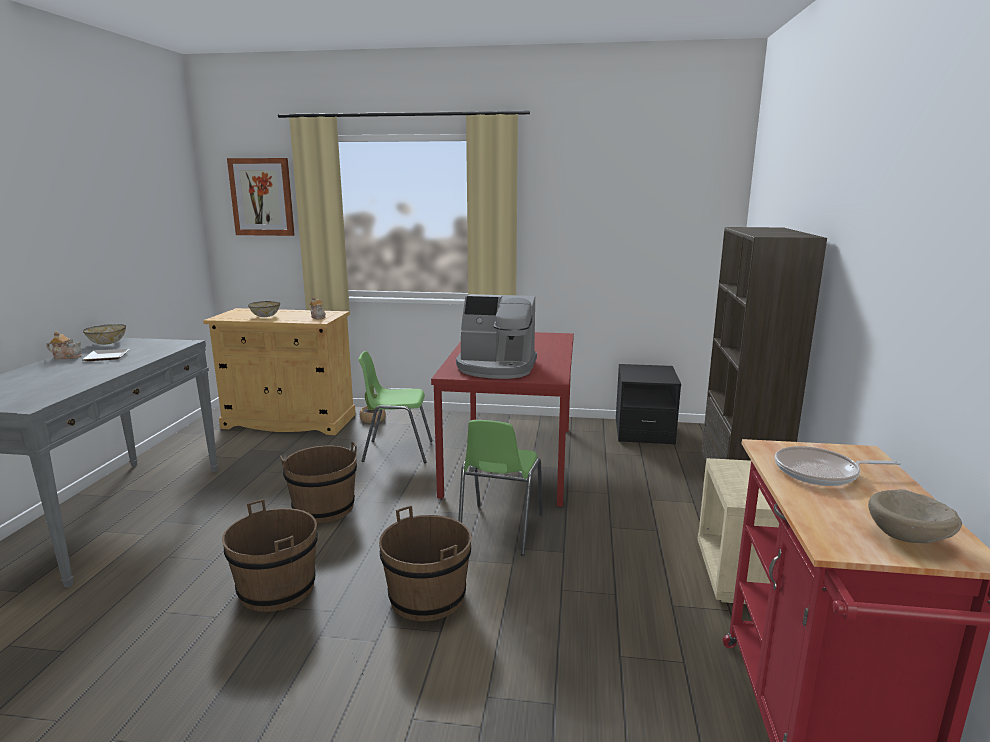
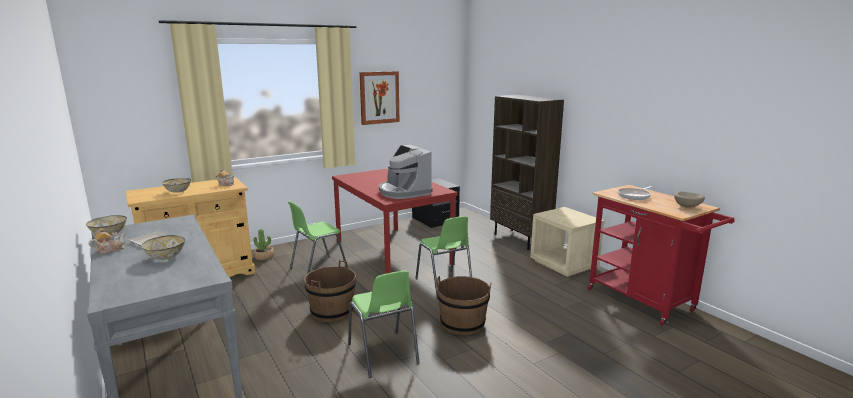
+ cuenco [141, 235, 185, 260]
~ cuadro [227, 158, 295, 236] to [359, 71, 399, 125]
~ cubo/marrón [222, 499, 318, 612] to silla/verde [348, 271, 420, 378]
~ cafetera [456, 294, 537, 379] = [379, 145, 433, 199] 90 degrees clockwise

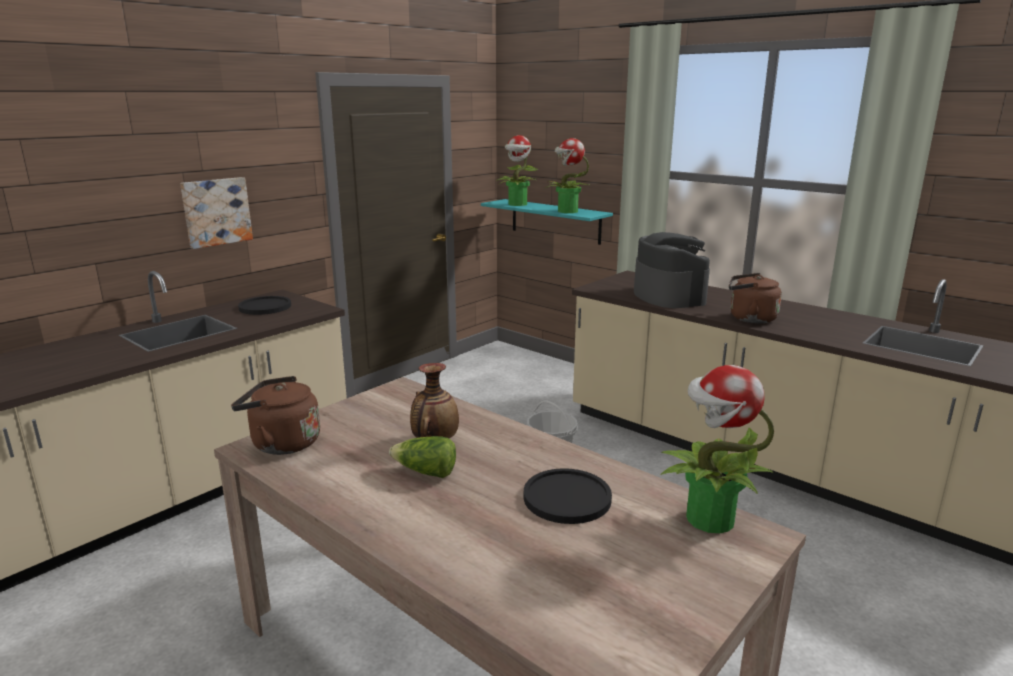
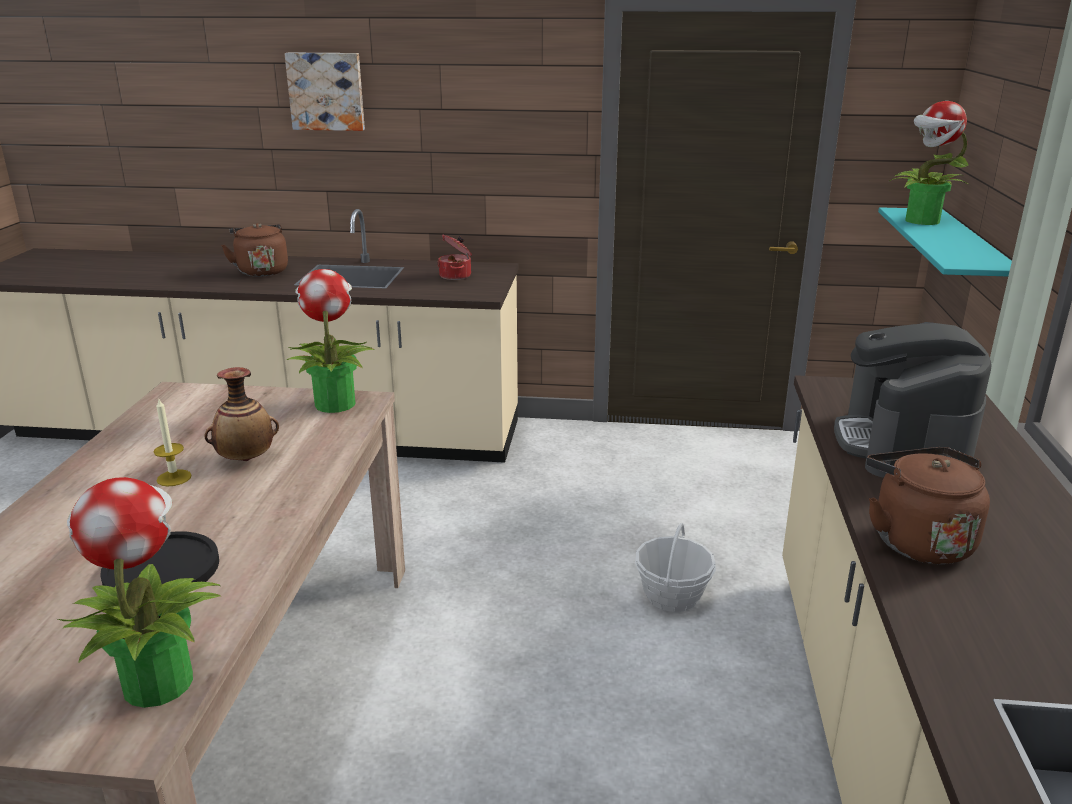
~ cuadro [180, 177, 253, 249] to [285, 52, 365, 131]
~ hervidor/marrón [231, 376, 320, 455] to [221, 223, 288, 277]
~ planta en maceta [546, 138, 589, 213] to [287, 269, 375, 413]
~ plato/negro [238, 296, 291, 315] to olla [437, 235, 472, 280]
~ lechuga [389, 436, 456, 478] to vela [154, 397, 192, 487]
~ cafetera [634, 232, 710, 308] = [834, 322, 991, 478] 150 degrees clockwise

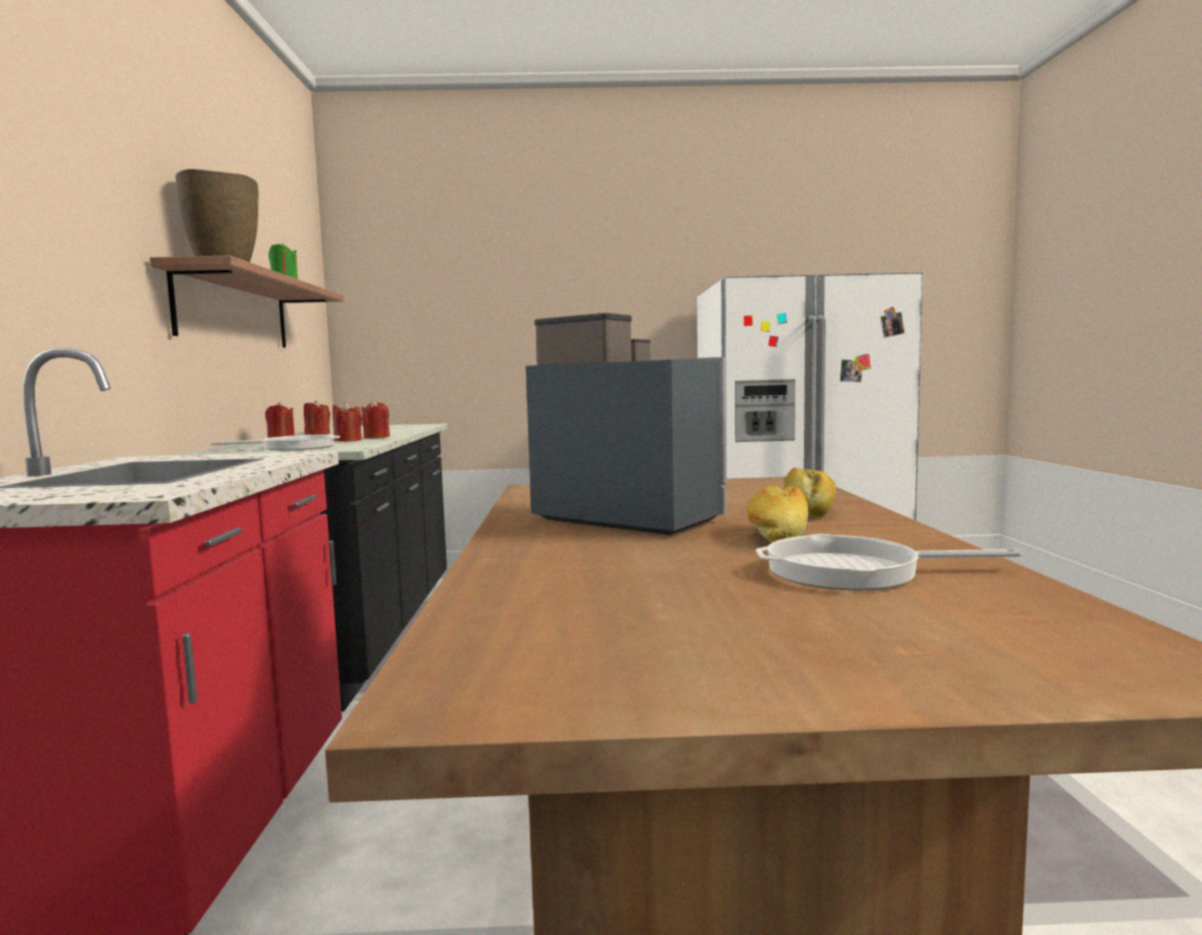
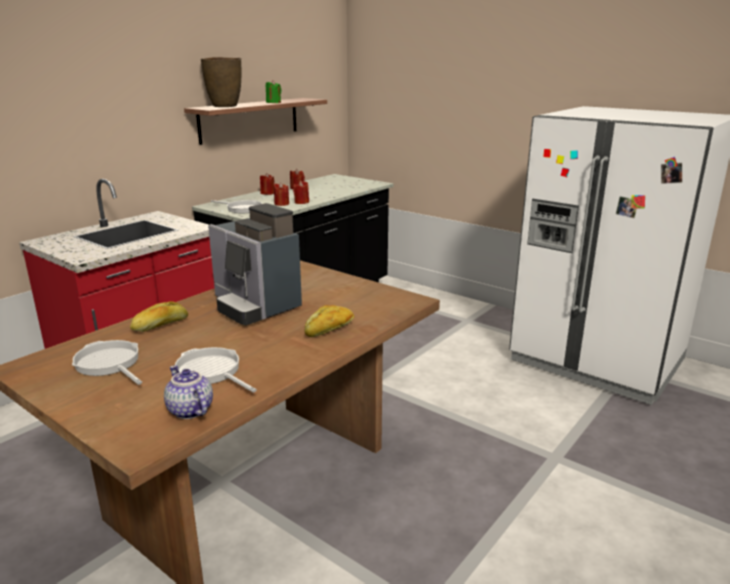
+ sartén [72, 340, 142, 385]
+ tetera [164, 365, 213, 419]
~ pan [747, 486, 808, 543] to [130, 301, 188, 332]
~ cafetera [526, 313, 727, 535] = [208, 203, 302, 325] 150 degrees clockwise

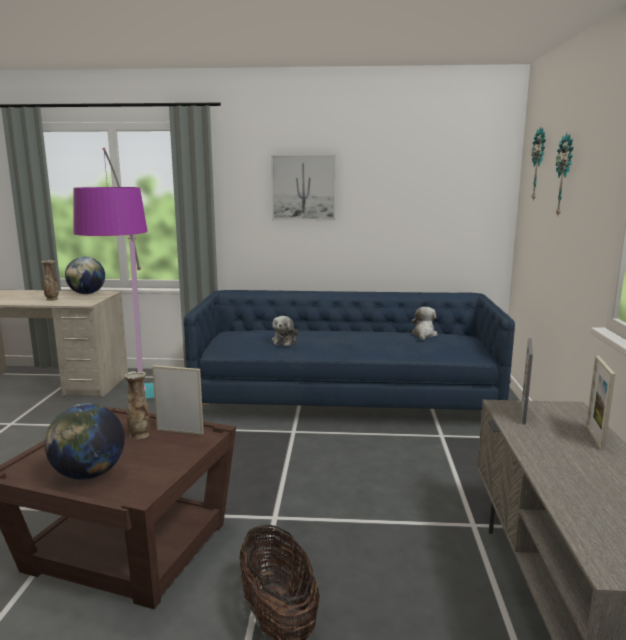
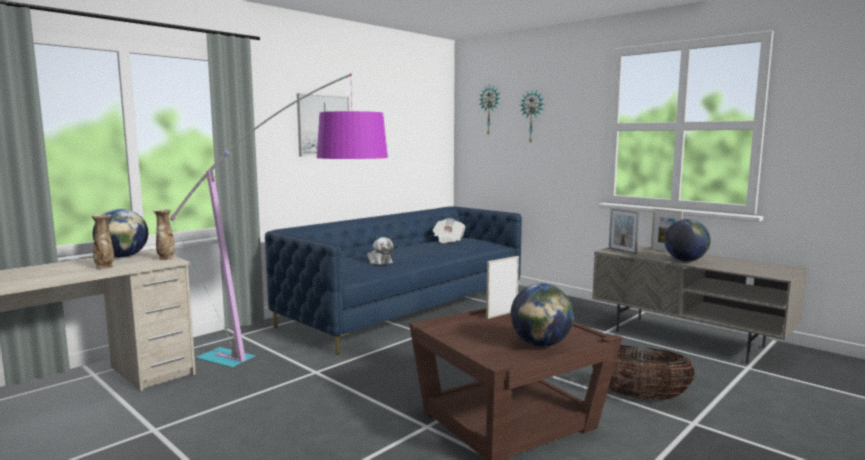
+ globo terráqueo [664, 219, 711, 262]
~ florero [124, 371, 150, 439] to [153, 209, 175, 260]
~ peluche [411, 307, 437, 340] to periódico [432, 218, 466, 243]

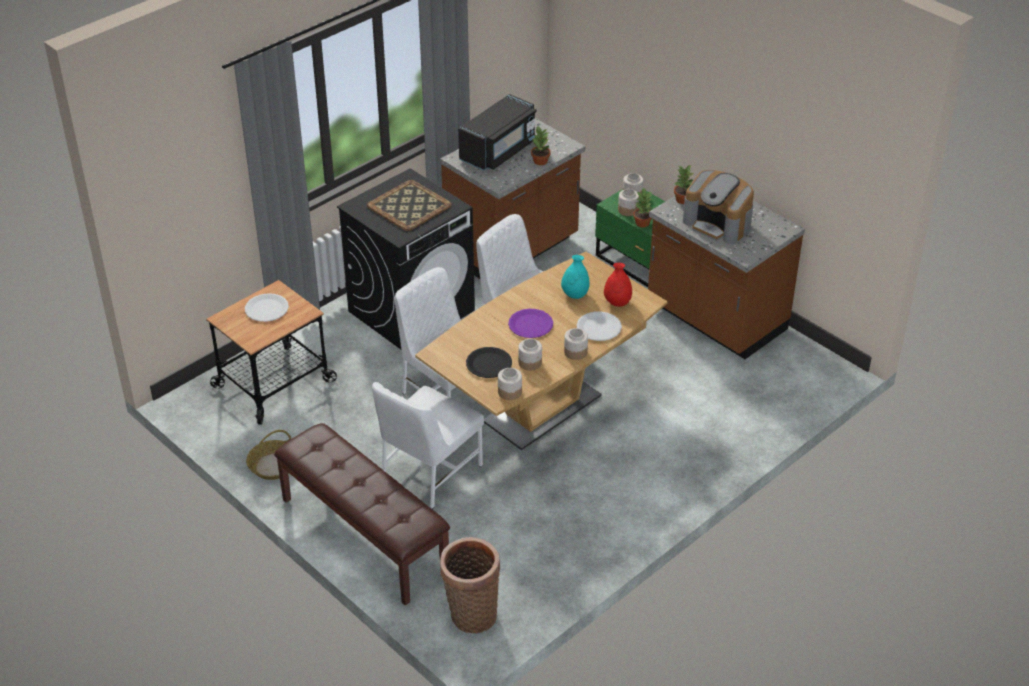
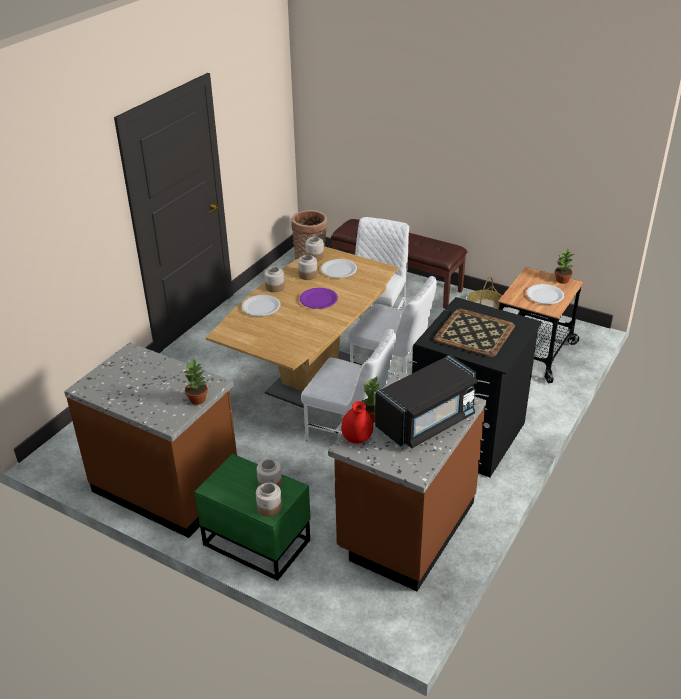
- florero/turquesa [561, 255, 590, 299]
- cafetera [683, 170, 754, 244]
~ florero/rojo [604, 263, 632, 307] to [341, 401, 373, 444]
~ planta en maceta [633, 188, 653, 228] to [555, 248, 575, 284]
~ plato/negro [466, 347, 512, 378] to plato/blanco [321, 259, 357, 278]
~ microondas/negro [458, 94, 537, 171] = [375, 355, 478, 448] 150 degrees counterclockwise

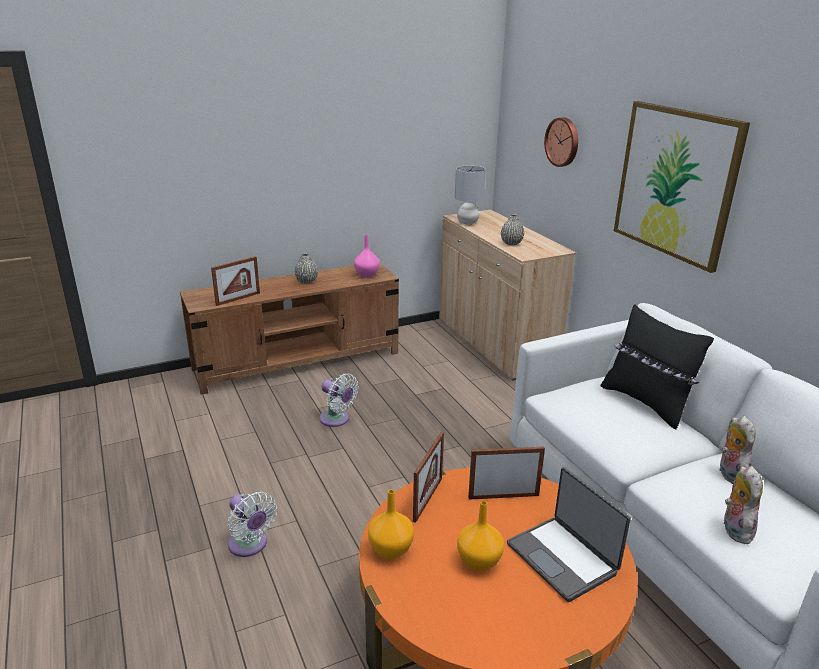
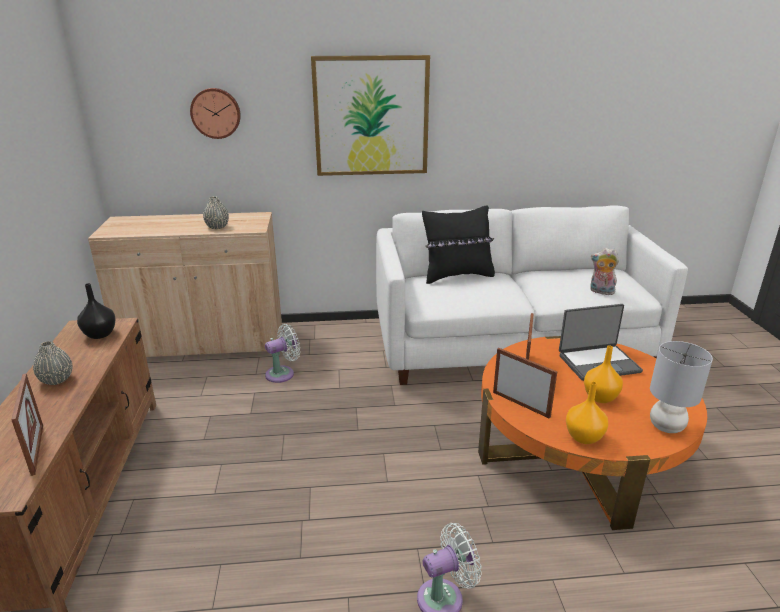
- peluche [719, 416, 756, 484]
~ ventilador/blanco [320, 374, 359, 427] to [265, 324, 300, 383]
~ lámpara de mesa/gris [455, 166, 486, 224] to [650, 341, 713, 433]
~ florero/rosa [354, 235, 380, 278] to florero/negro [77, 283, 116, 339]

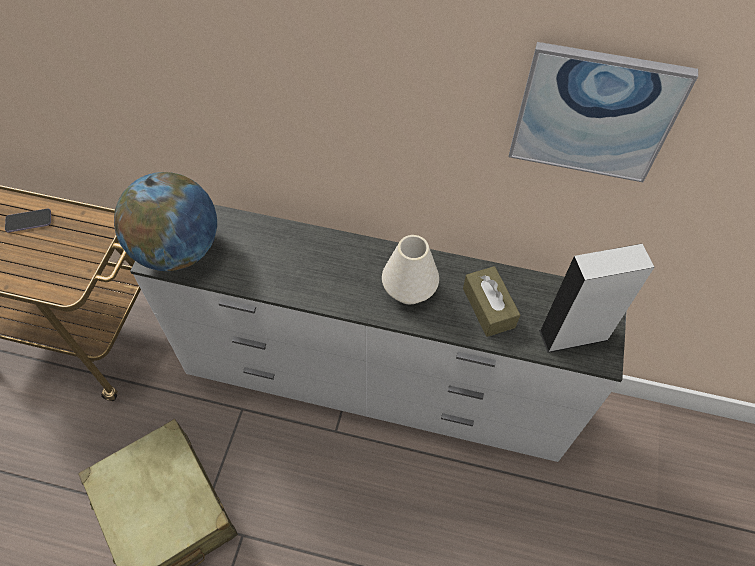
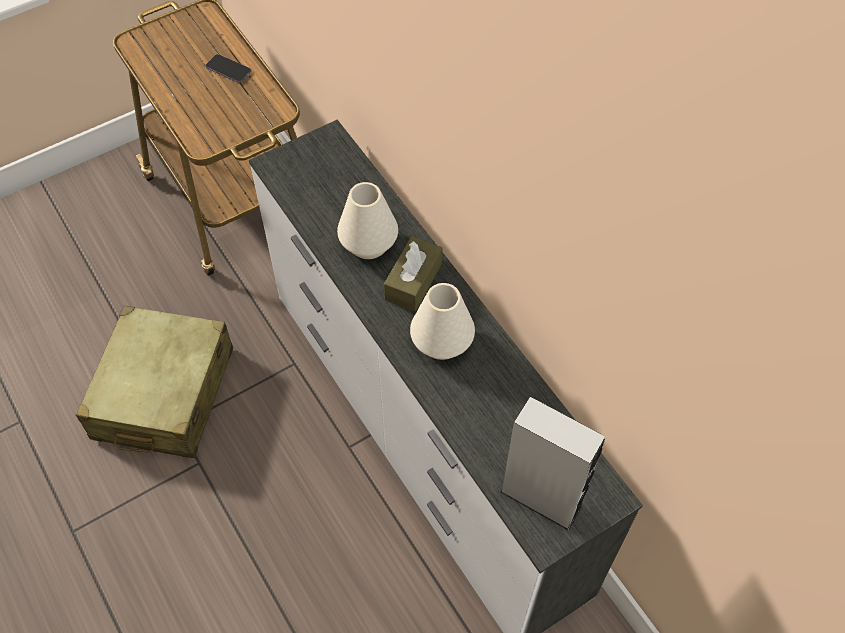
- globo terráqueo [114, 172, 217, 271]
- cuadro [508, 42, 698, 182]
+ florero/blanco [337, 182, 398, 259]
~ caja de pañuelos/marrón [463, 266, 520, 337] to [384, 236, 442, 311]

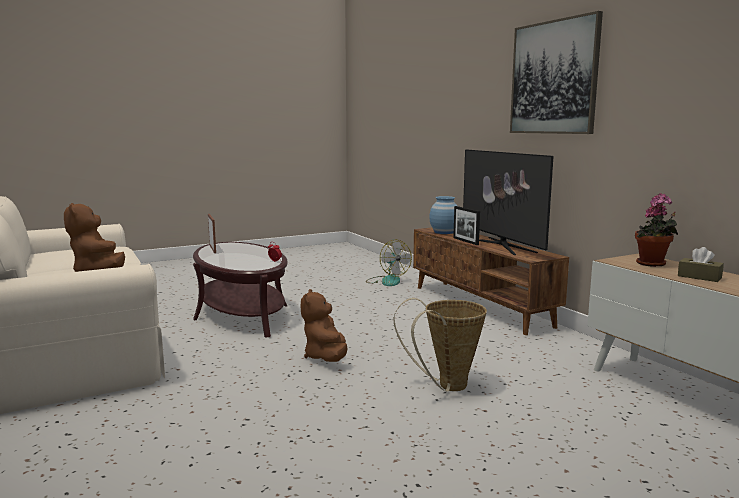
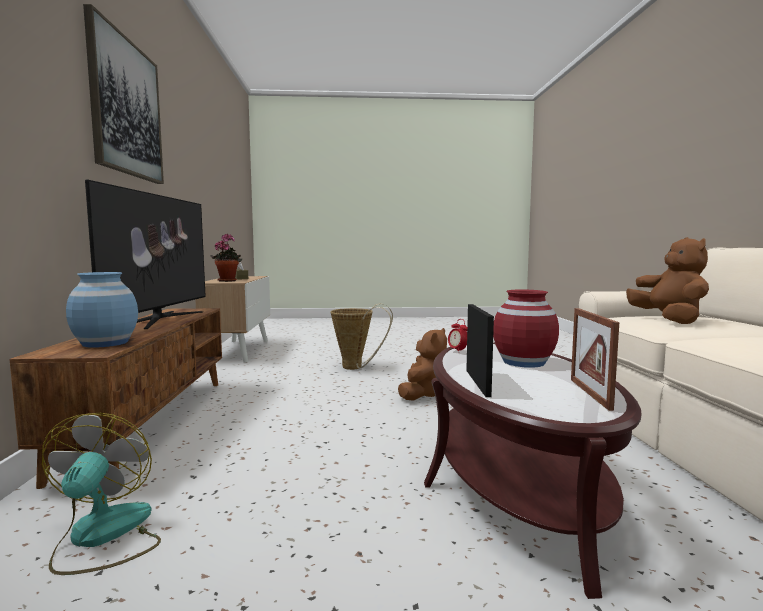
+ florero/rojo [493, 290, 559, 368]
~ portarretratos [453, 206, 480, 245] to [466, 304, 494, 397]

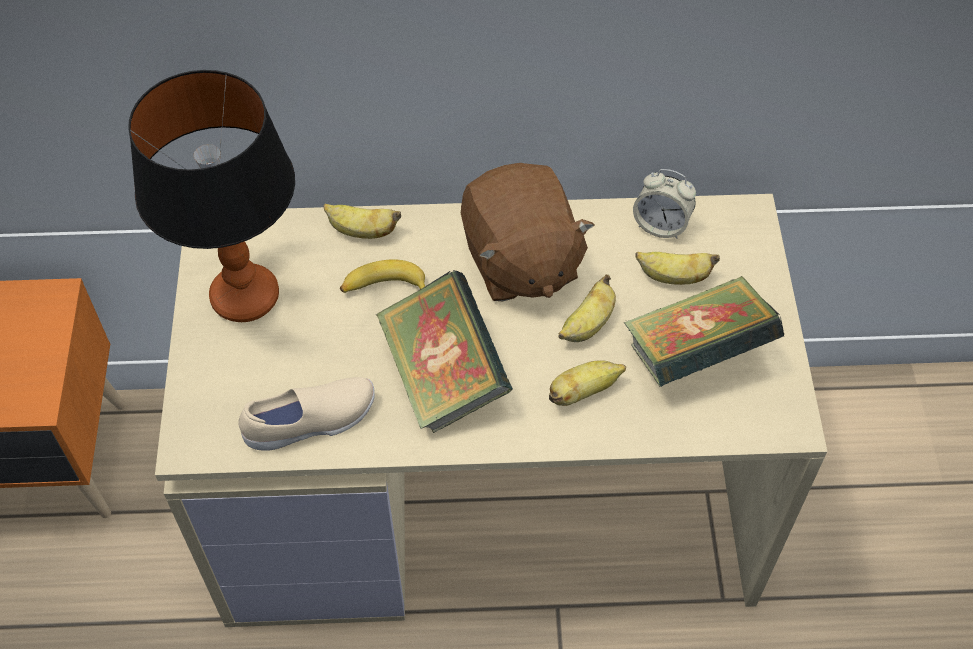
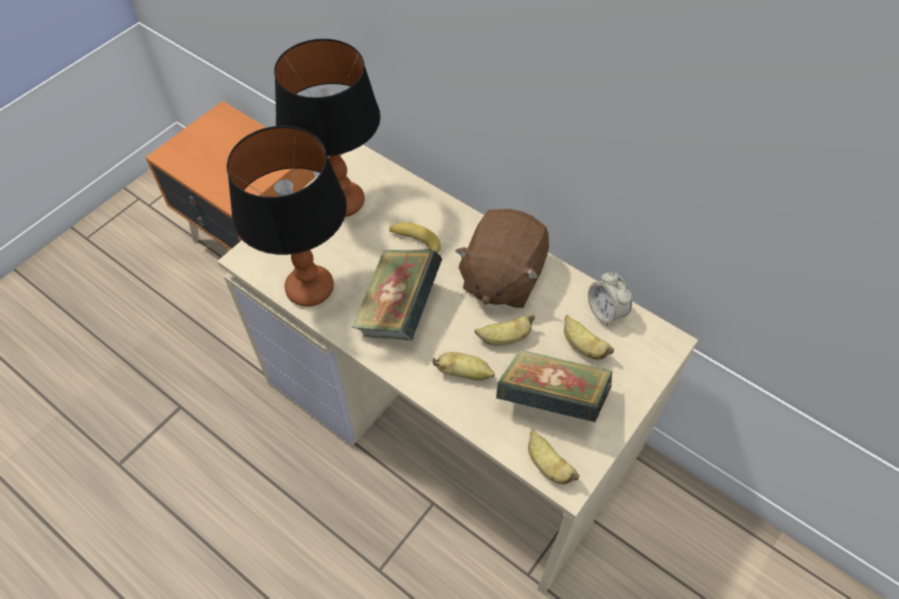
~ plátano [323, 203, 401, 239] to [528, 429, 580, 484]
~ zapato/beis [238, 377, 375, 451] to lámpara de mesa [227, 126, 347, 306]

